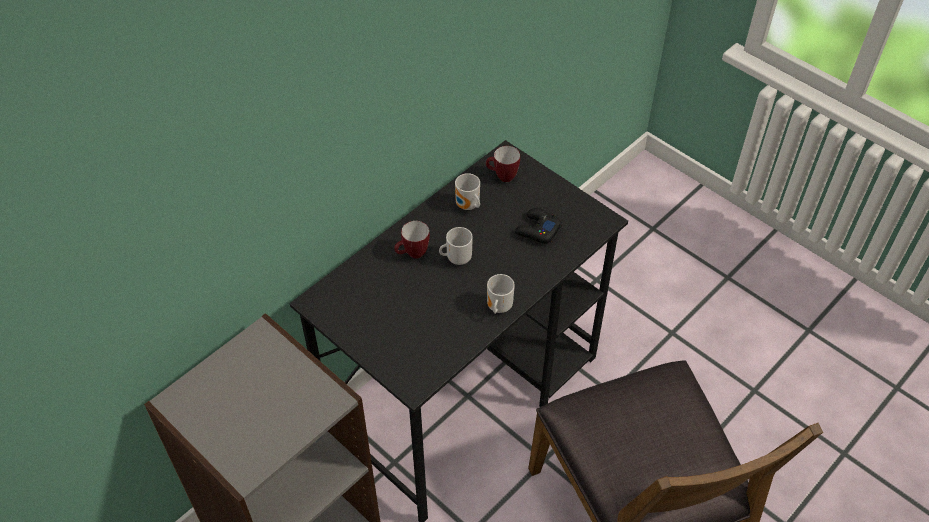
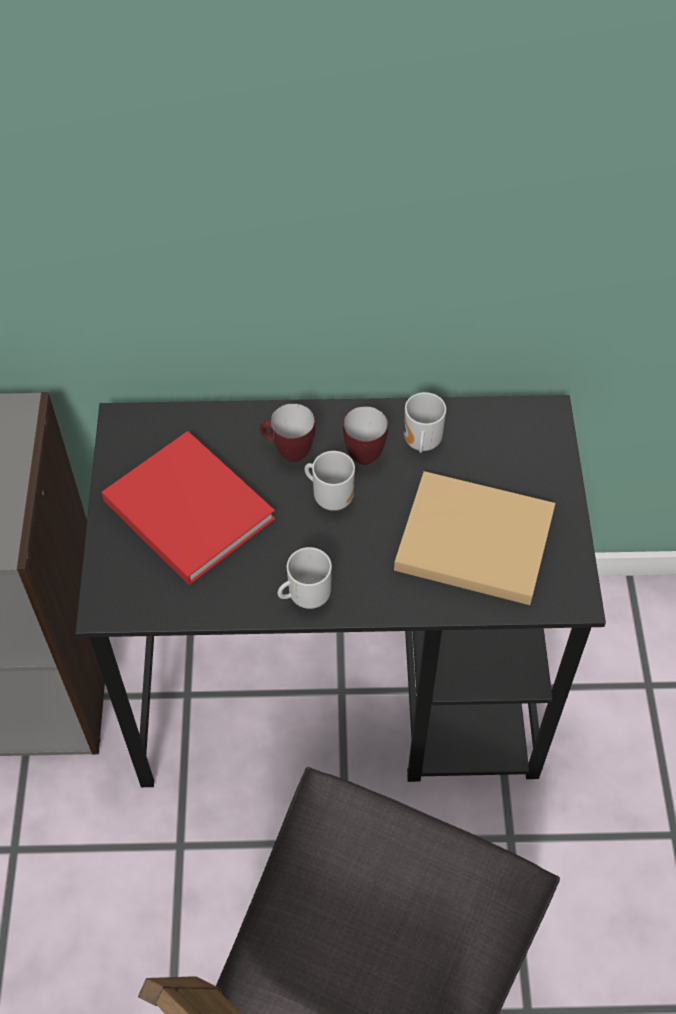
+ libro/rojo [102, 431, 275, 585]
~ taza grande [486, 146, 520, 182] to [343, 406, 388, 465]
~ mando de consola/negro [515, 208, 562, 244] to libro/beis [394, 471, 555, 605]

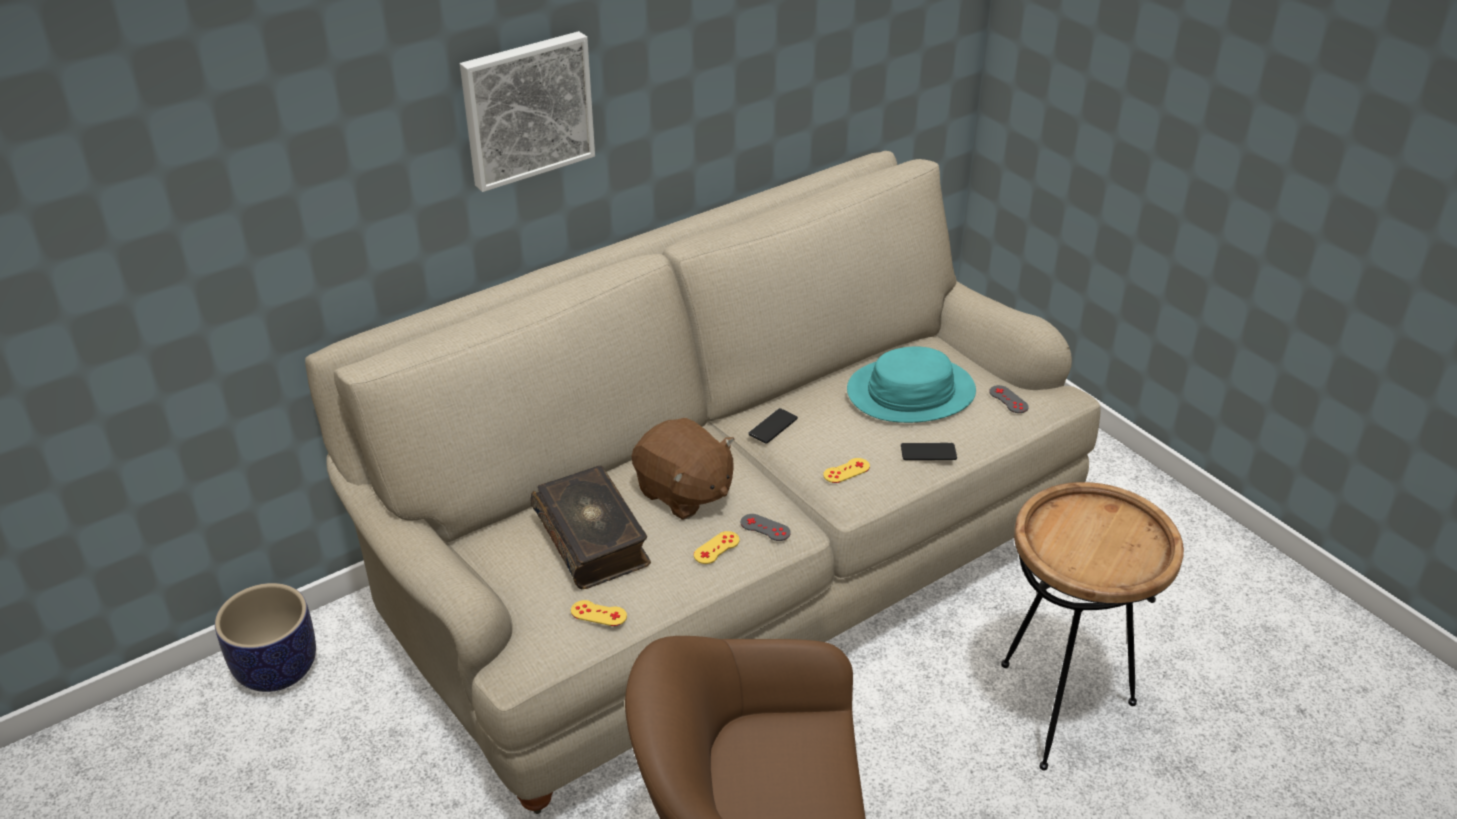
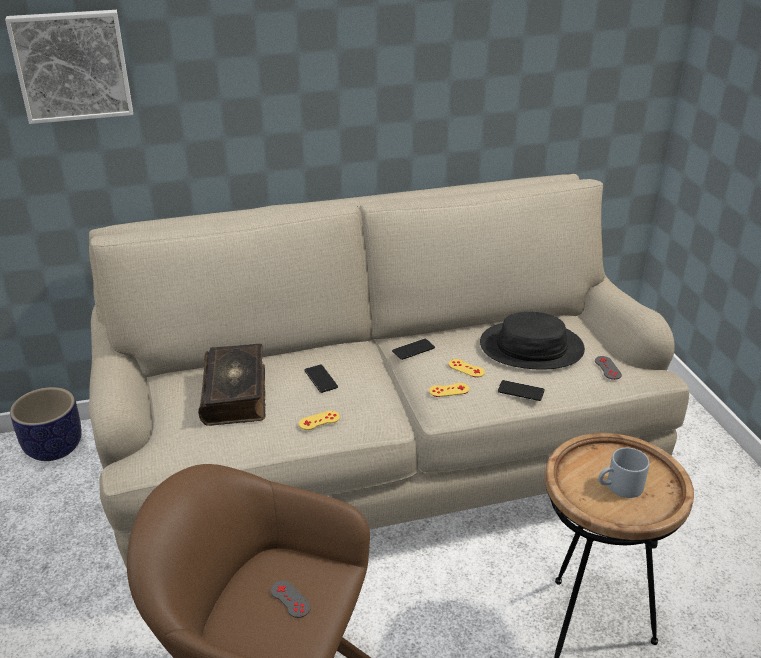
+ taza grande/gris [598, 448, 650, 498]
~ cuadro [460, 31, 595, 192] to [5, 10, 133, 124]
~ mando de consola/amarillo [571, 600, 627, 626] to [448, 359, 485, 377]
~ mando de consola/gris [740, 514, 791, 541] to [271, 581, 311, 618]
~ peluche/marrón [632, 418, 735, 520] to móvil [304, 365, 338, 393]
~ sombrero/turquesa [847, 346, 976, 423] to sombrero/negro [480, 312, 585, 370]

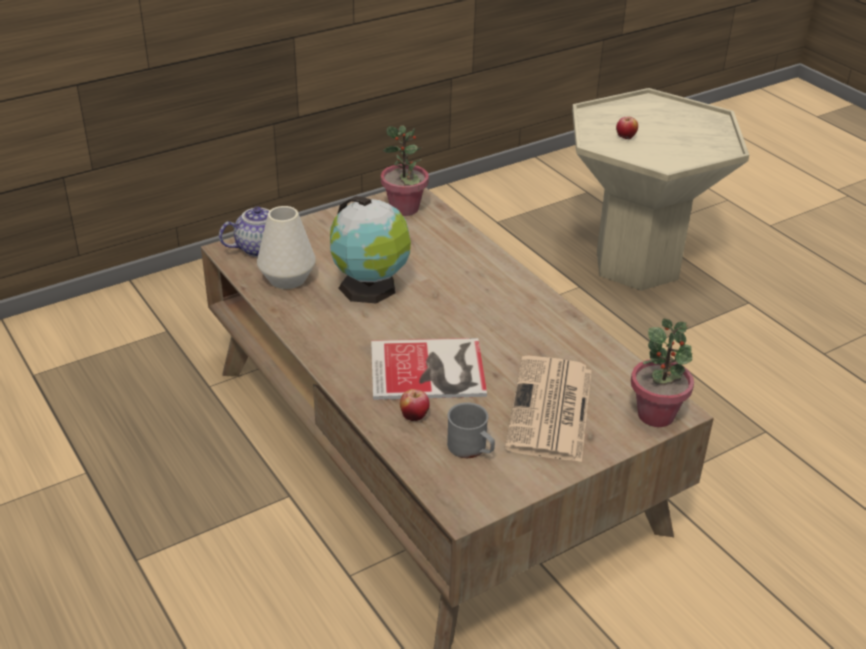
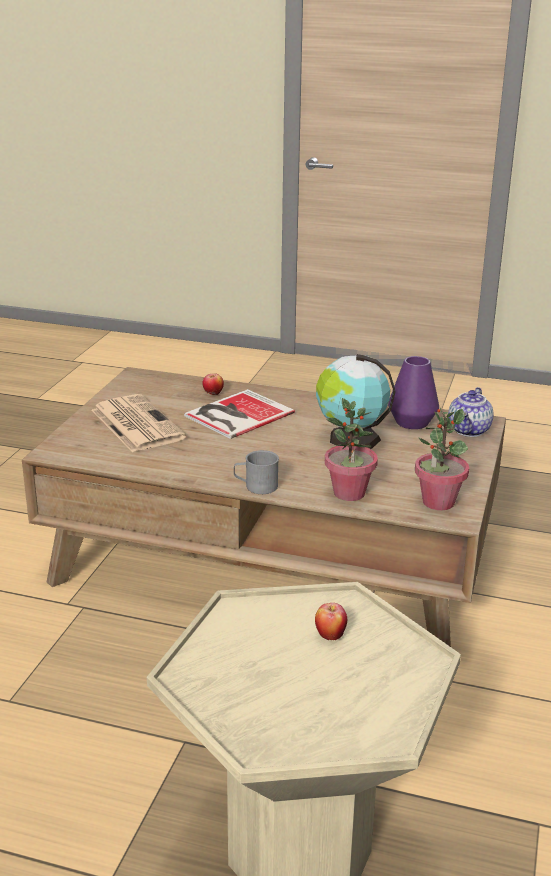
~ taza grande/gris [447, 402, 495, 458] to [234, 450, 279, 494]
~ planta en maceta [631, 319, 694, 427] to [325, 398, 378, 501]
~ florero/blanco [257, 206, 316, 289] to florero/morado [388, 356, 439, 429]

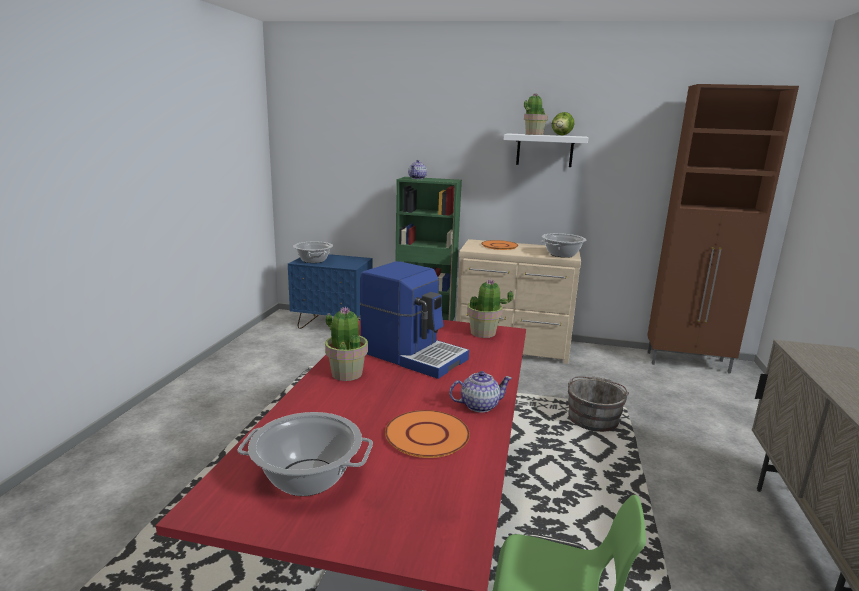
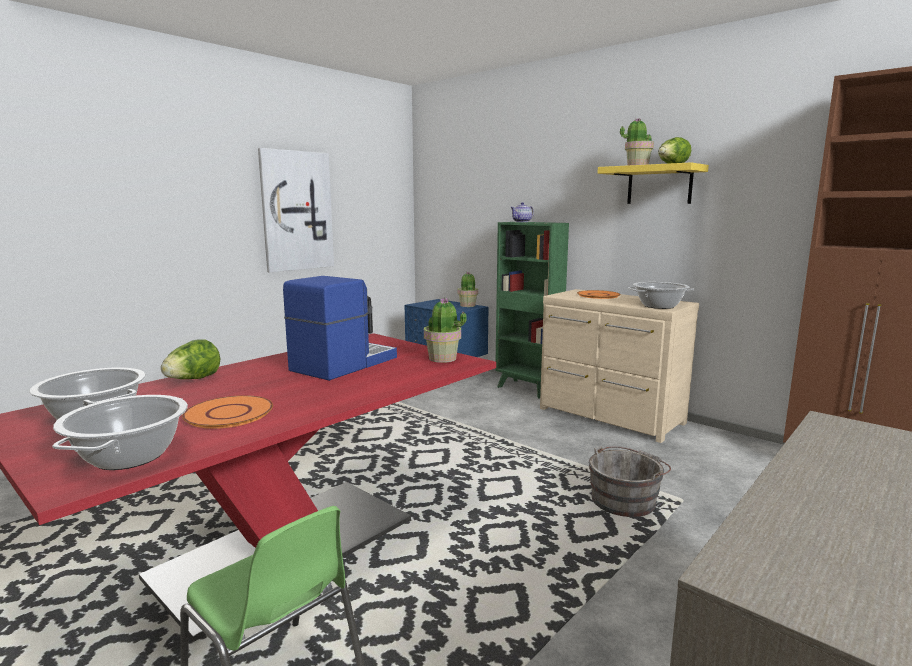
- tetera [449, 371, 512, 413]
+ lechuga [161, 339, 220, 379]
+ cuadro [258, 148, 334, 272]
~ olla [293, 241, 333, 263] to [52, 395, 188, 470]
~ planta en maceta [325, 306, 368, 381] to [458, 272, 478, 307]
~ estante/blanco [504, 134, 588, 167] to estante/amarillo [598, 162, 709, 204]
~ cafetera [360, 261, 469, 379] = [283, 276, 397, 381] 120 degrees counterclockwise

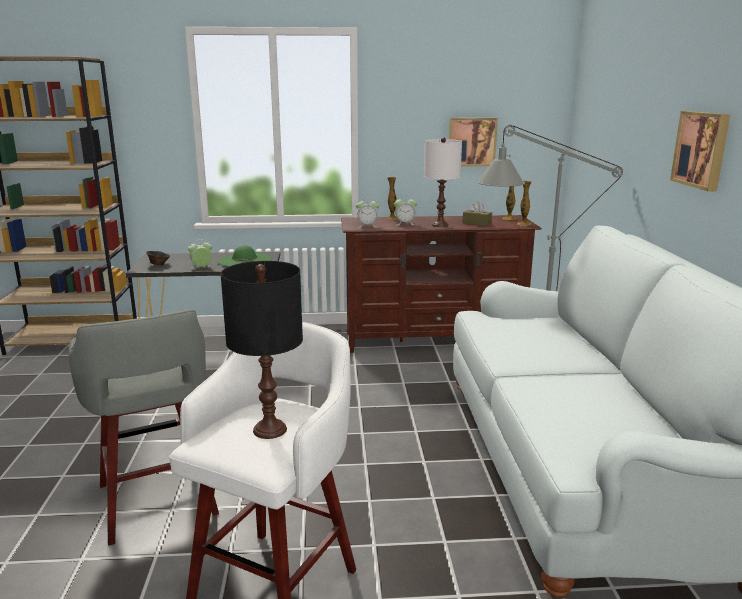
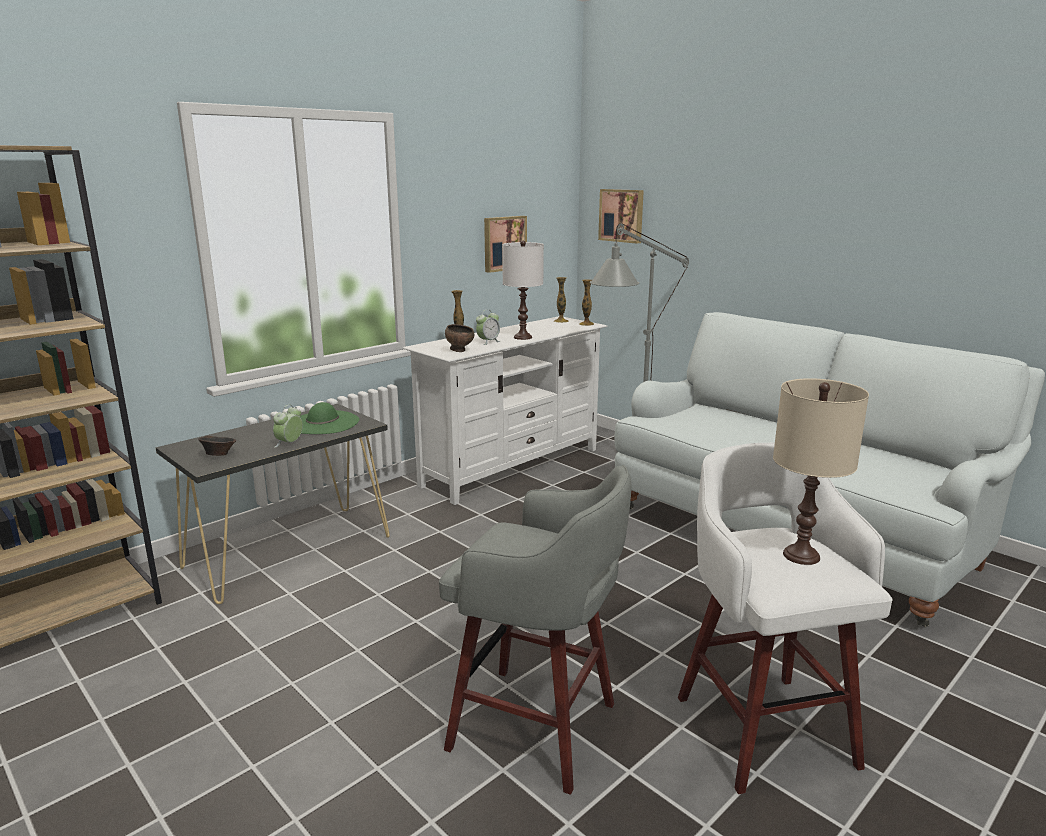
- caja de pañuelos/marrón [462, 201, 492, 226]
~ cuadro [670, 111, 730, 191] to [598, 189, 644, 244]
~ despertador [356, 197, 379, 228] to cuenco/marrón [445, 324, 474, 352]
~ lámpara de mesa/negro [220, 261, 303, 439] to lámpara de mesa/beis [773, 378, 869, 565]
~ mueble de televisión/marrón [341, 215, 542, 353] to mueble de televisión/blanco [403, 316, 607, 505]

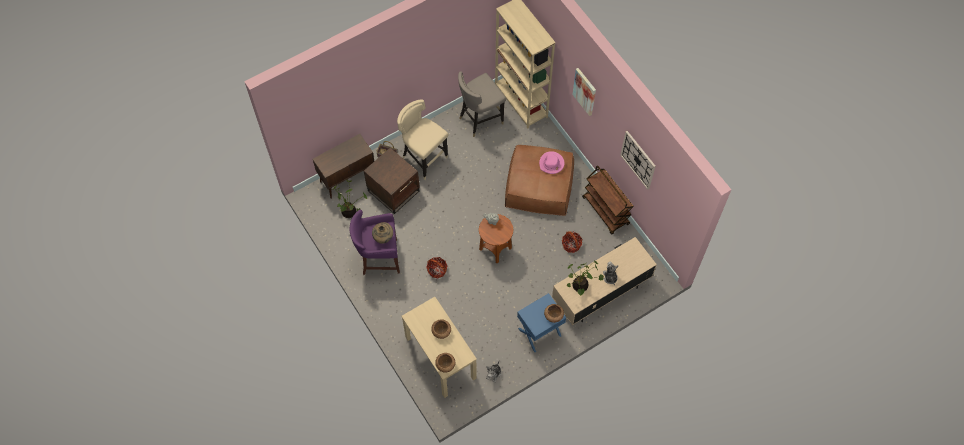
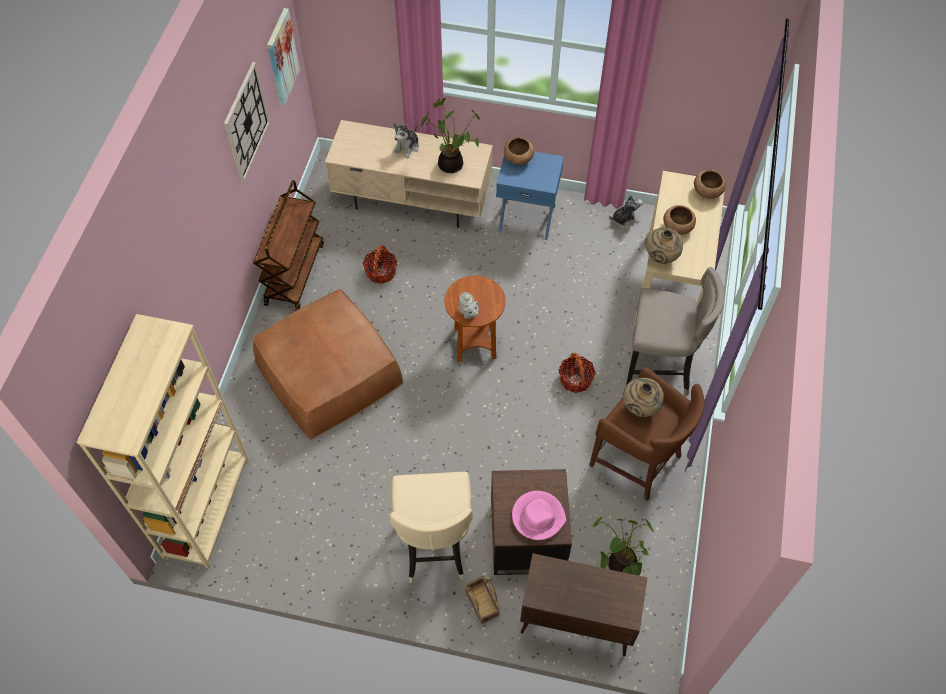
+ florero/beis [645, 227, 683, 264]
~ taburete/gris [458, 71, 506, 137] to [626, 267, 725, 396]
~ sombrero/rosa [539, 151, 565, 174] to [512, 491, 566, 540]
~ cuadro [572, 68, 596, 116] to [267, 8, 300, 105]
~ taburete/morado [350, 210, 400, 275] to taburete/marrón [589, 367, 705, 501]

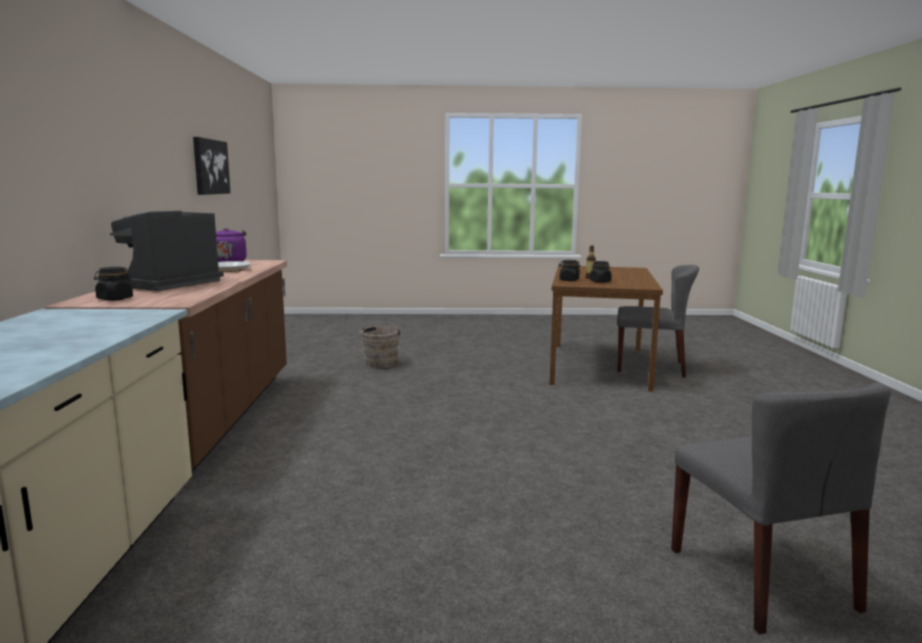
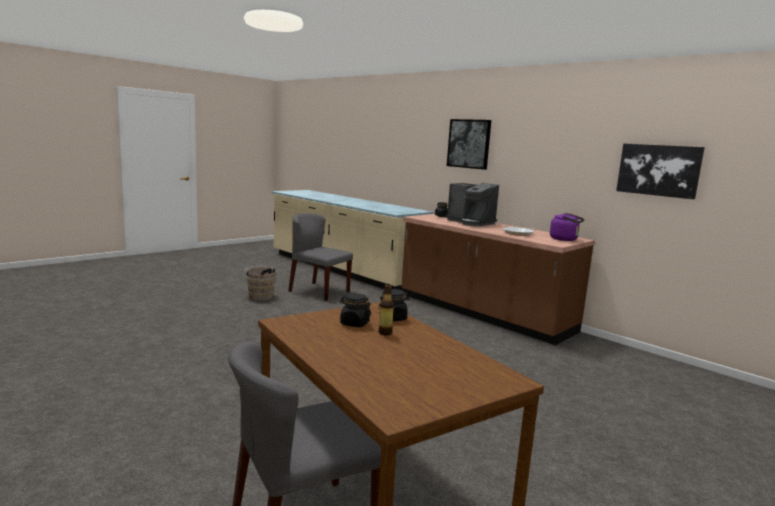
+ cuadro [447, 119, 492, 170]
~ cubo/marrón [360, 326, 401, 368] to [245, 266, 276, 301]
~ silla/gris [671, 383, 890, 634] to [288, 213, 353, 301]
~ cafetera [110, 211, 224, 291] = [446, 183, 499, 226] 150 degrees clockwise

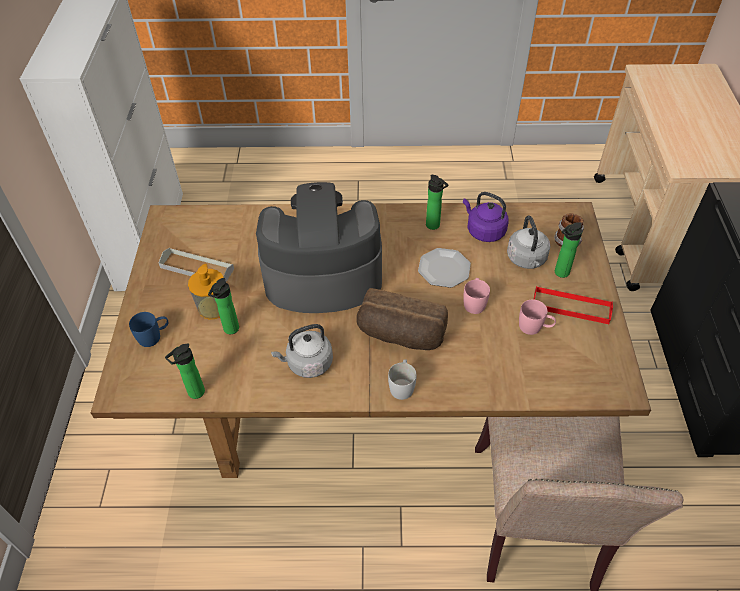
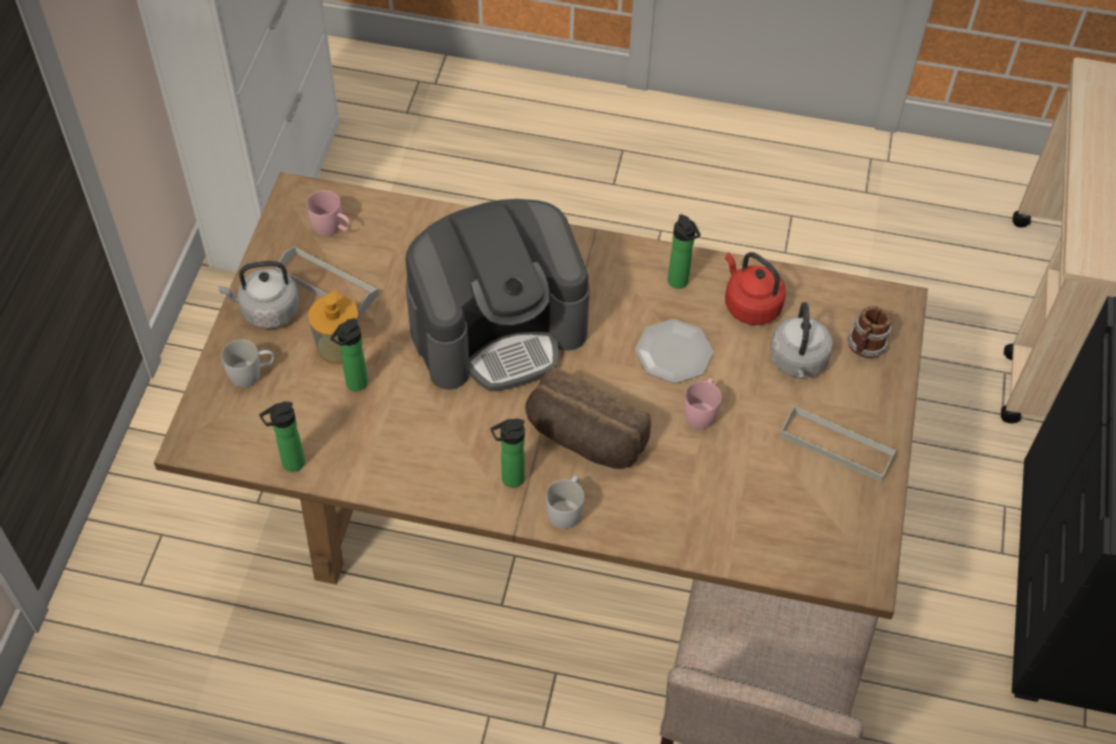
~ hervidor/gris [271, 324, 333, 378] to [218, 261, 300, 329]
~ taza grande/rosa [519, 300, 556, 335] to [307, 190, 351, 236]
~ botella [555, 223, 582, 278] to [490, 418, 525, 488]
~ taza grande/azul [129, 312, 168, 347] to taza grande/blanco [221, 339, 274, 387]
~ hervidor/morado [463, 192, 509, 242] to hervidor/rojo [725, 252, 786, 325]
~ bandeja/rojo [534, 286, 613, 324] to bandeja/gris [780, 406, 896, 482]
~ cafetera [256, 182, 382, 313] = [405, 199, 590, 391] 150 degrees clockwise

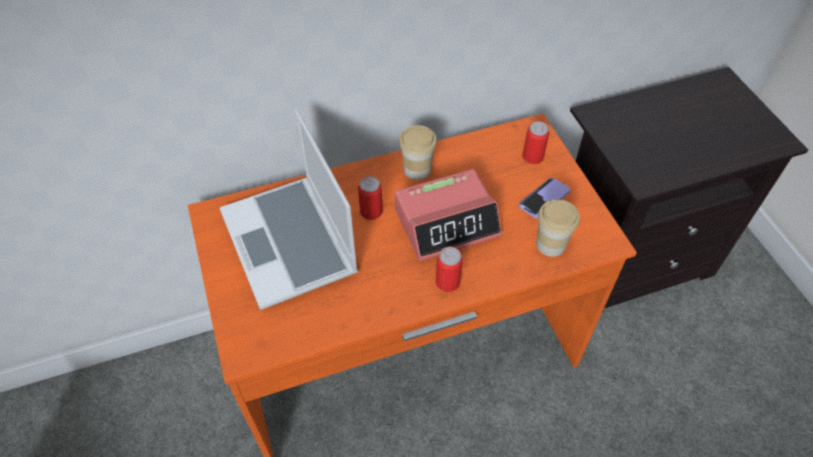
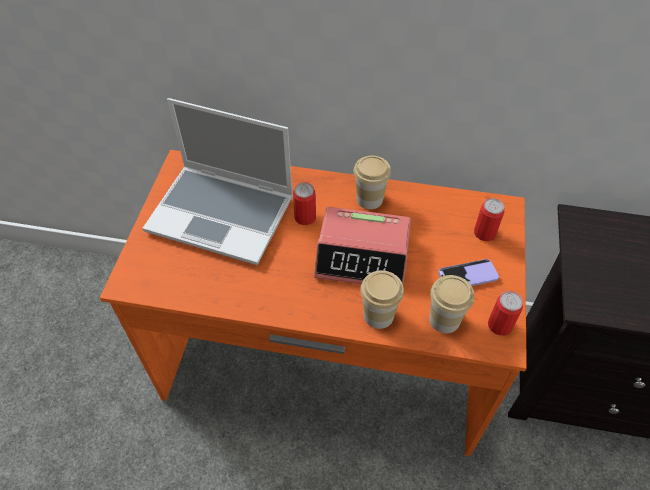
+ taza [360, 271, 404, 329]
~ lata [436, 247, 463, 292] to [488, 291, 523, 336]
~ portátil [220, 110, 358, 310] = [142, 98, 293, 265] 75 degrees counterclockwise

